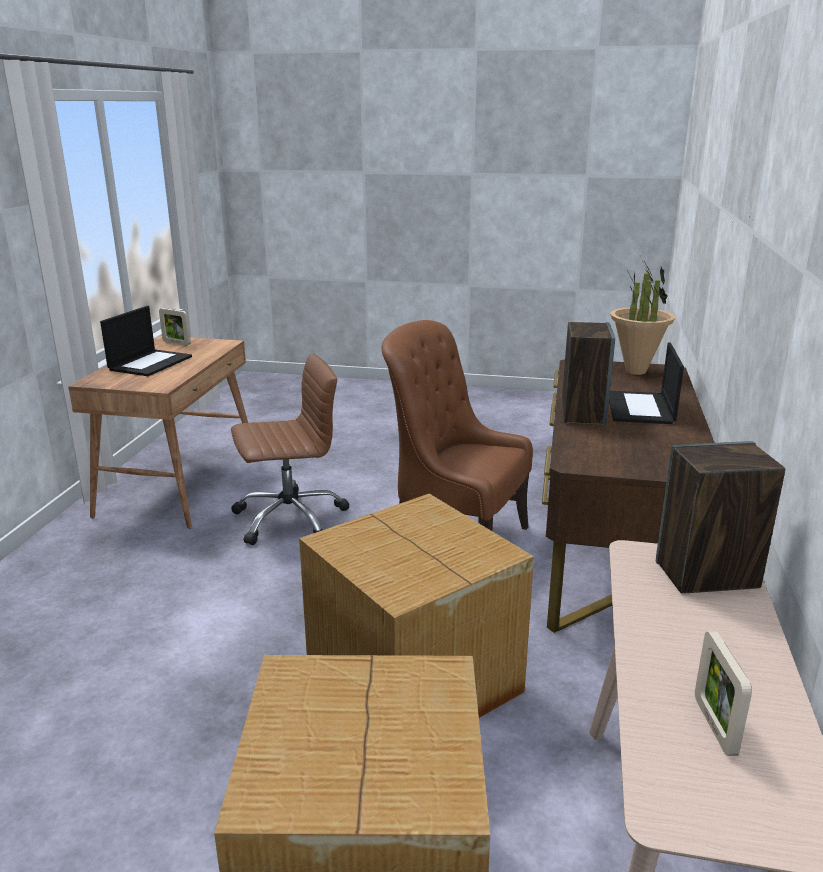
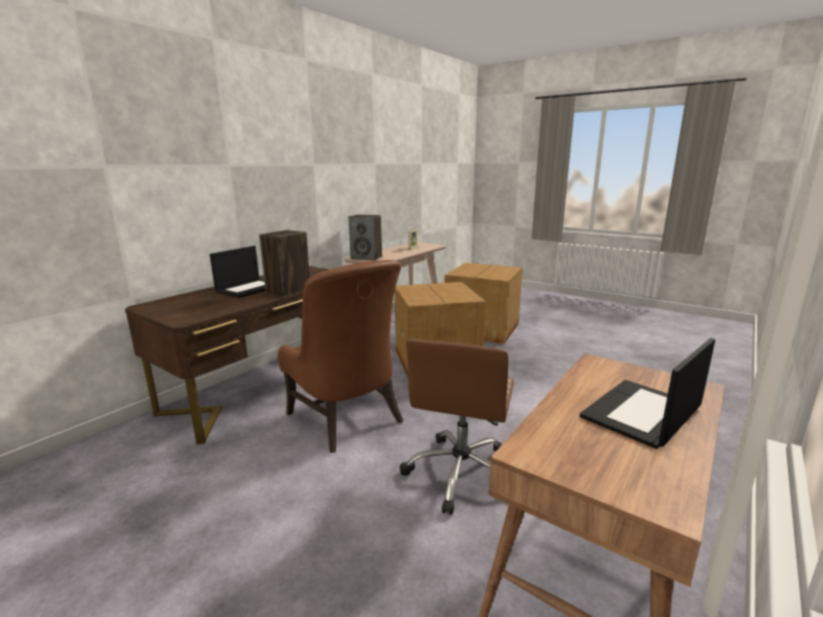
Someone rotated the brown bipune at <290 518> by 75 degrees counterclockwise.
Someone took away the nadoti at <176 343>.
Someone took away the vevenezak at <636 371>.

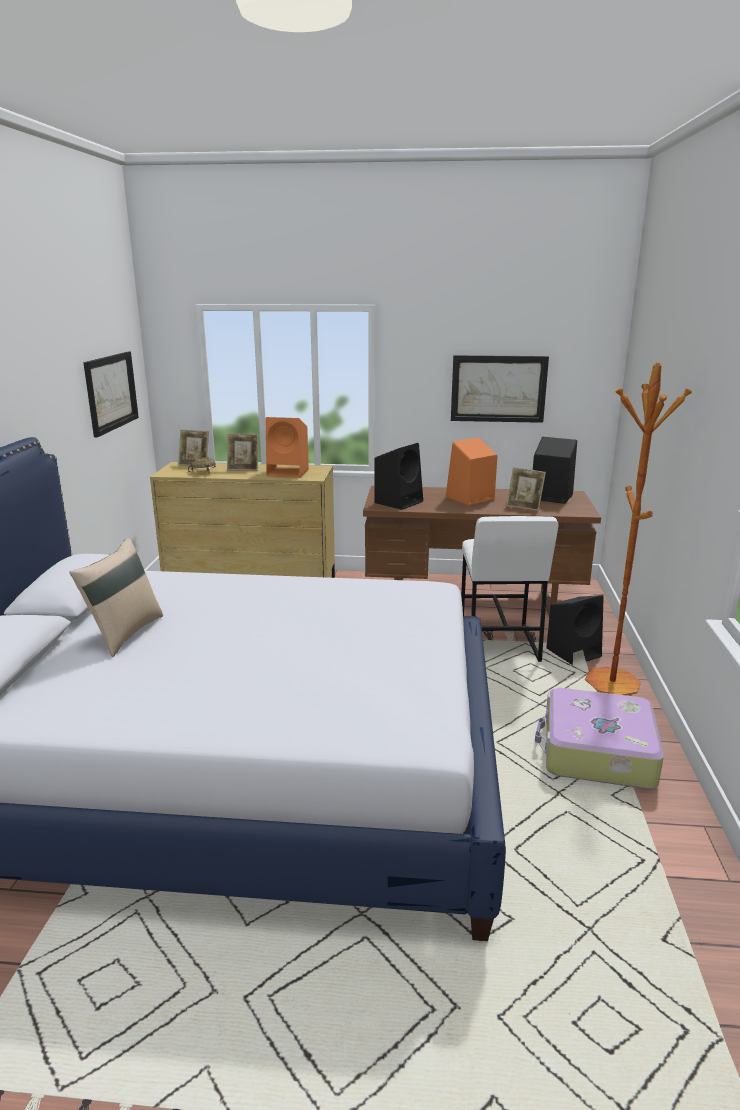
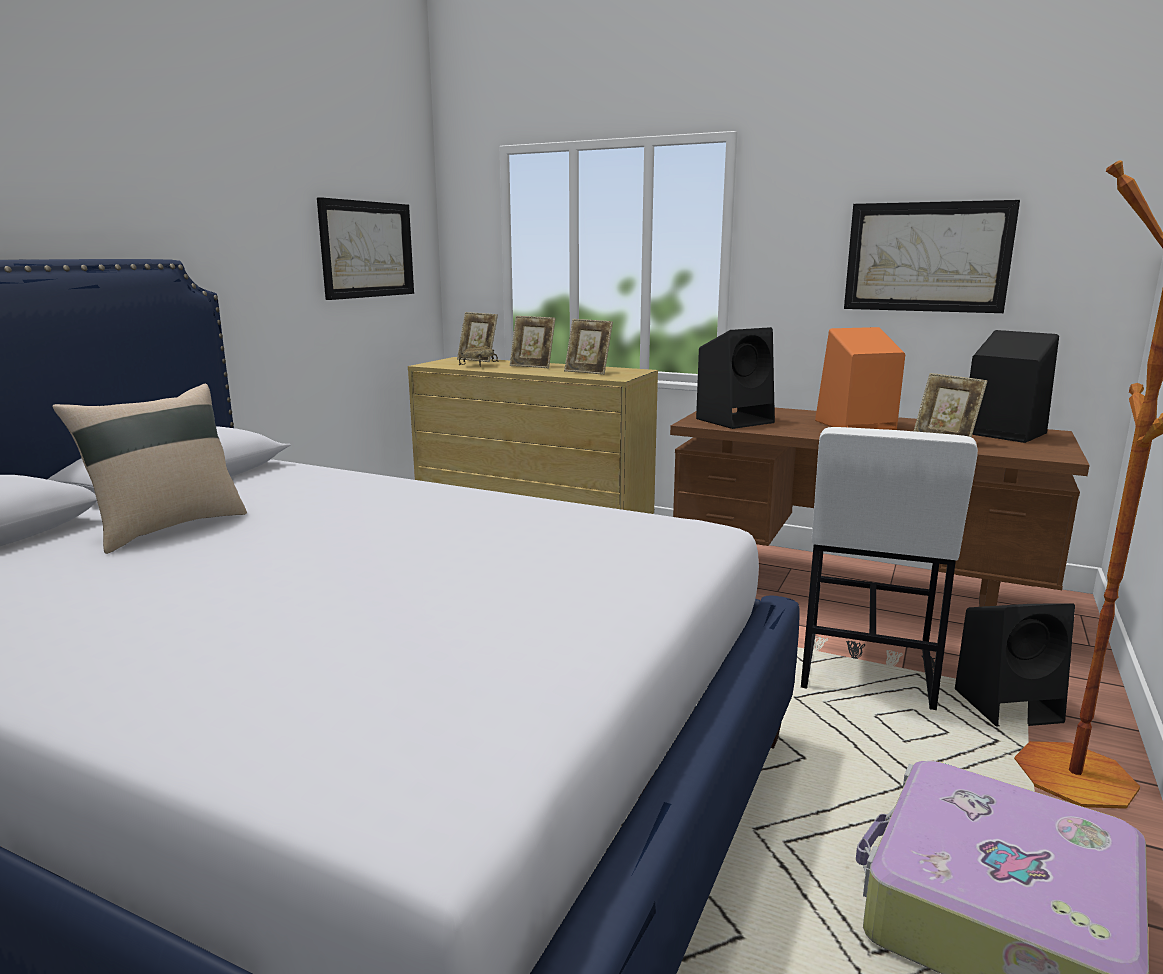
Someone swapped the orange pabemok at <289 472> for the nadoti at <588 372>.

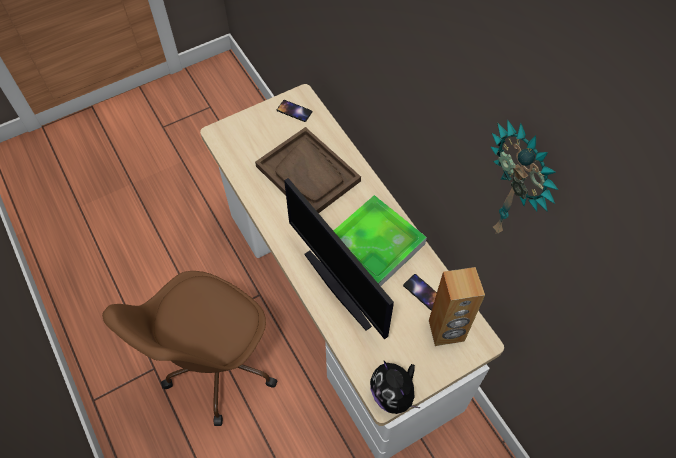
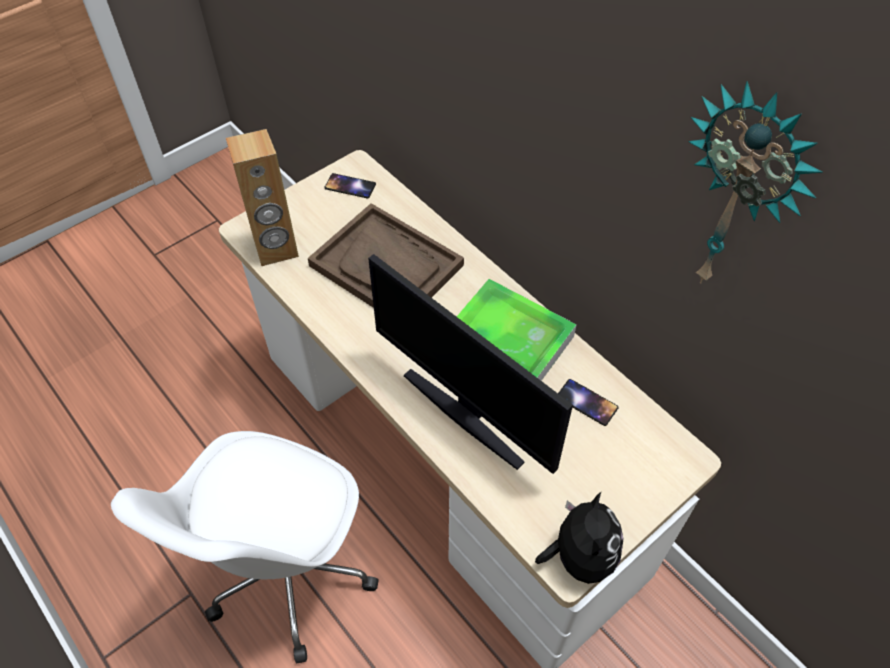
Someone repainted the brown bipune at <218 370>, which became the white bipune at <288 580>.
Someone carried the brown pabemok from <446 331> to <276 249>.
Someone rotated the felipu at <393 394> by 135 degrees counterclockwise.

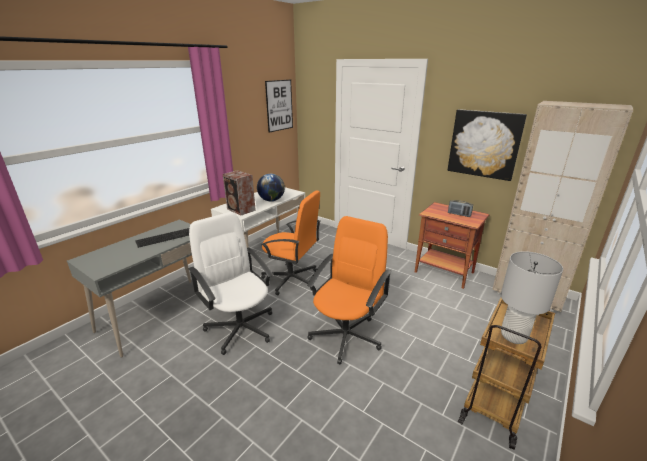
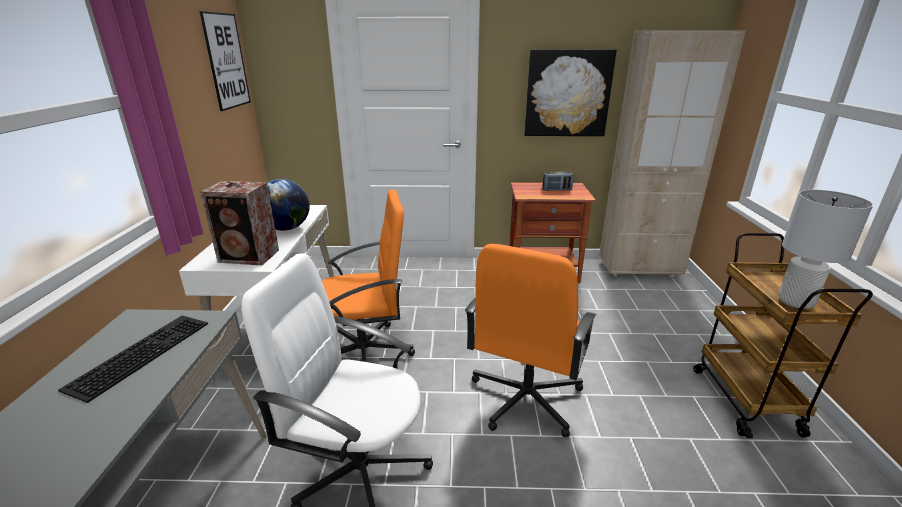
Someone rotated the orange bipune at <346 335> by 150 degrees counterclockwise.

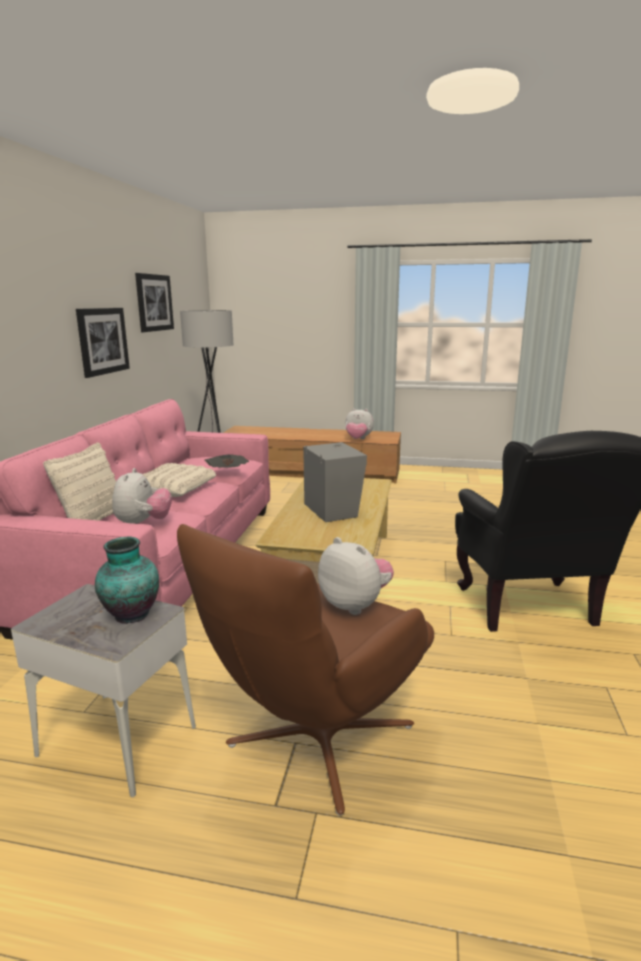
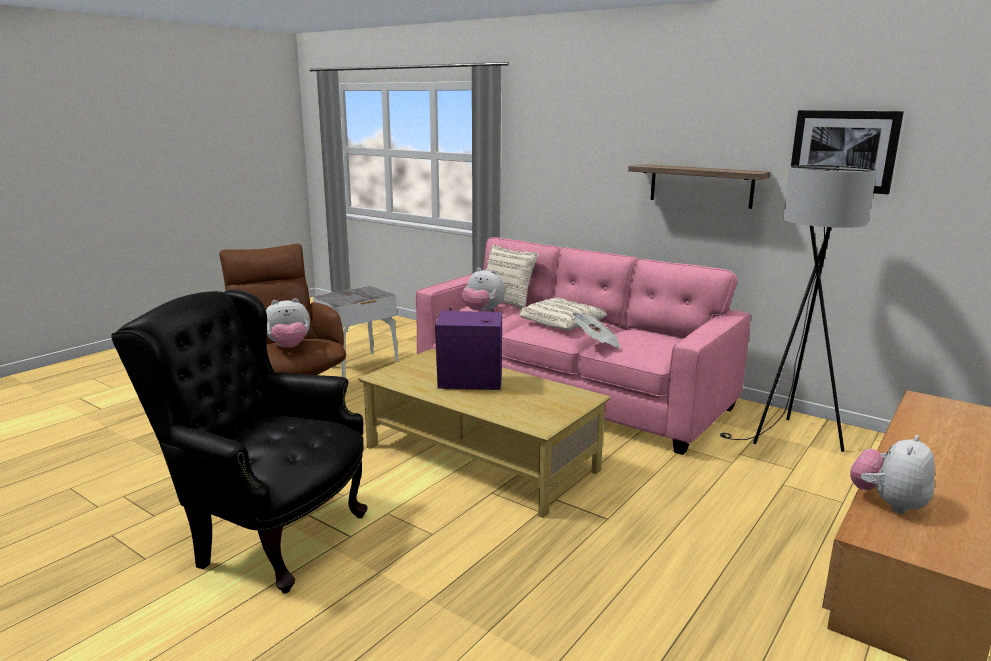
Someone repainted the grey pabemok at <332 509>, which became the purple pabemok at <471 383>.
Someone swapped the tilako at <102 341> for the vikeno at <701 185>.
Someone took away the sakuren at <130 615>.

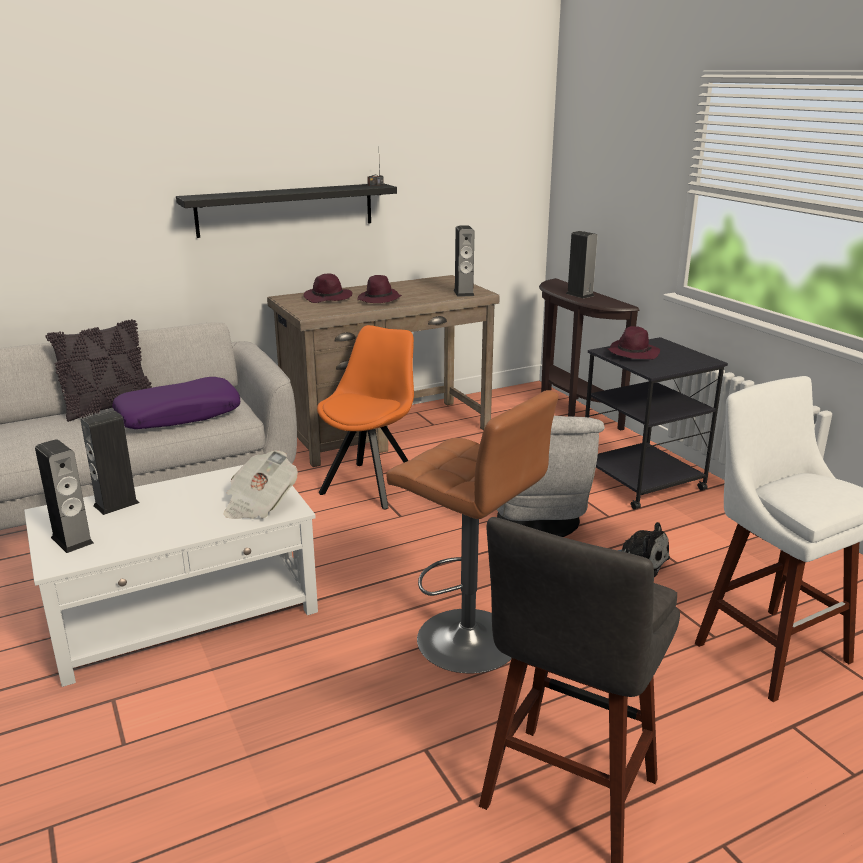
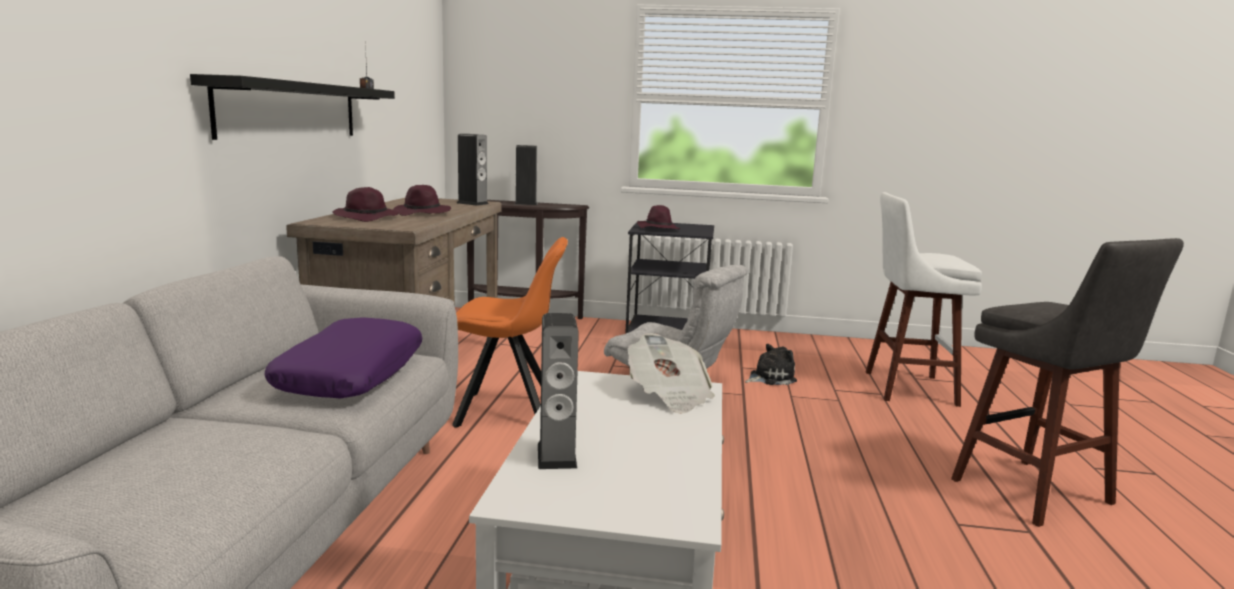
Someone rotated the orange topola at <371 485> by 120 degrees clockwise.
Someone took away the pabemok at <72 540>.
Someone took away the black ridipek at <109 408>.
Someone took away the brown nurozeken at <468 641>.

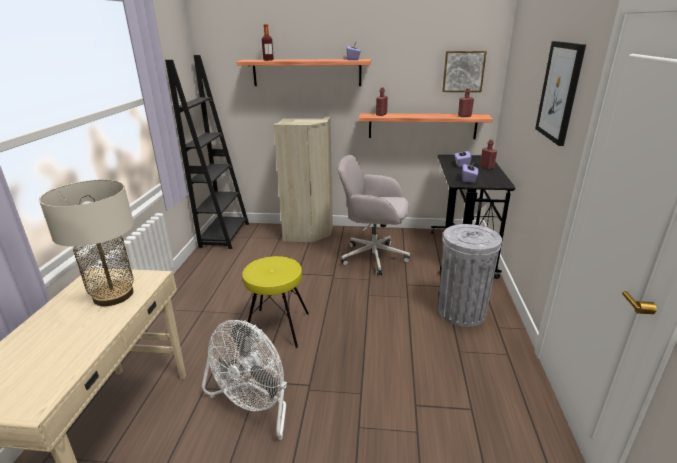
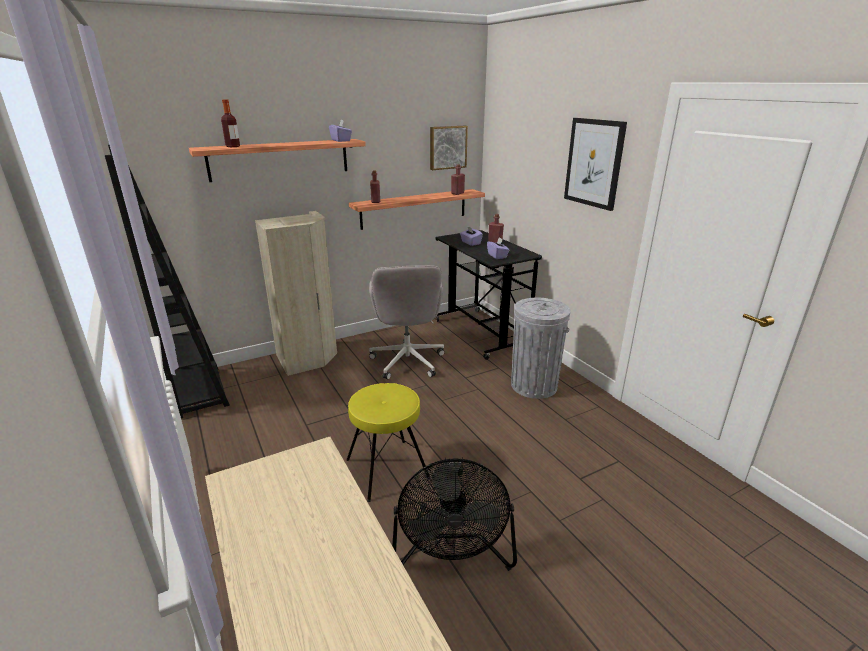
Someone rotated the grey bipune at <373 257> by 75 degrees counterclockwise.
Someone repainted the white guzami at <255 401>, which became the black guzami at <448 550>.
Someone took away the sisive at <113 295>.

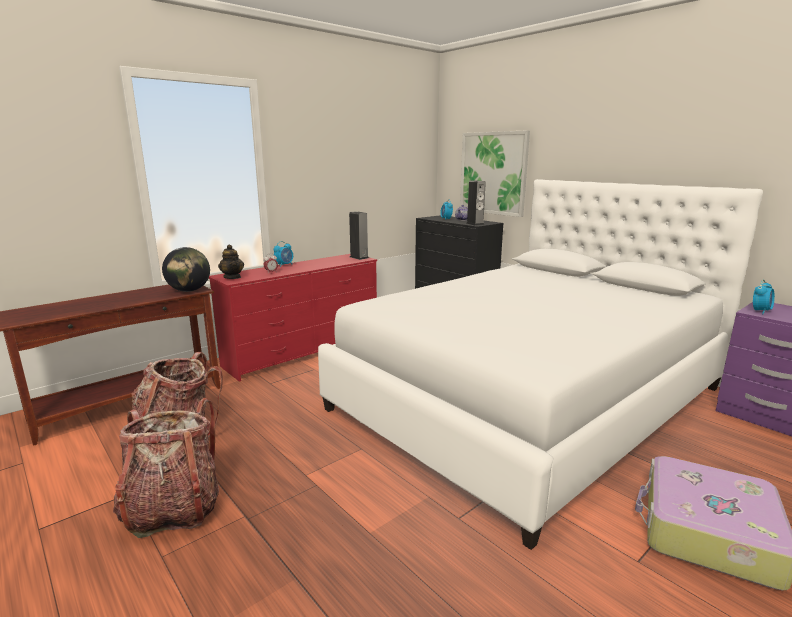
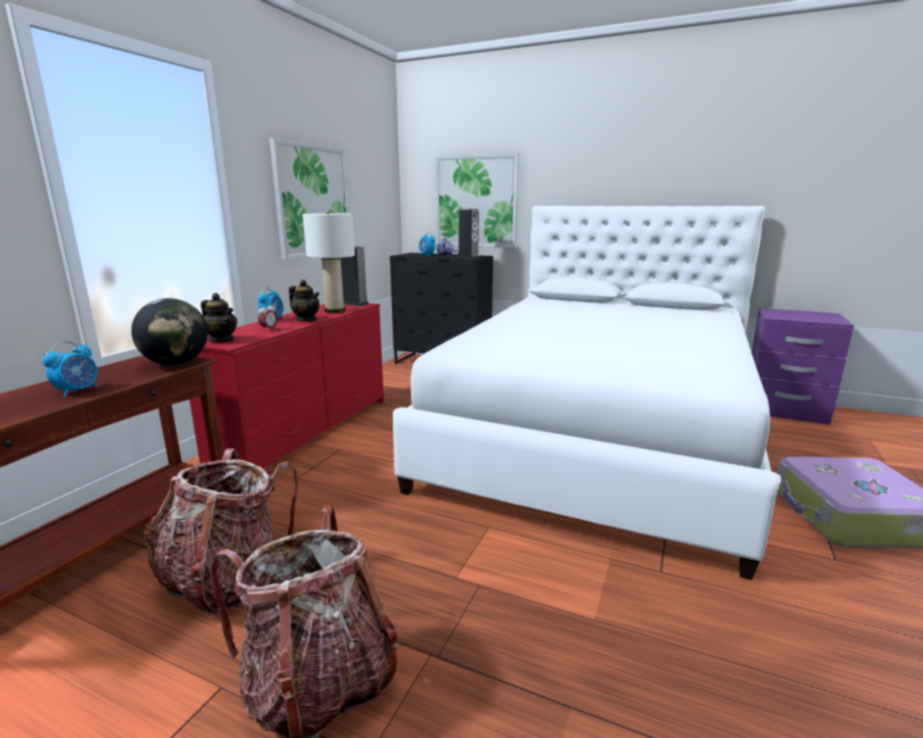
Someone carried the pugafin from <760 311> to <78 391>.
Someone put up the tilako at <313 201>.
Someone put down the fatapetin at <306 320>.
Someone put down the white sisive at <335 311>.

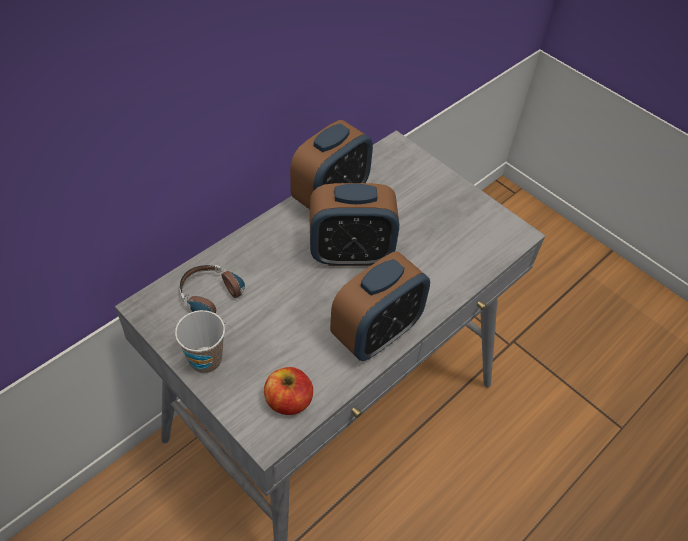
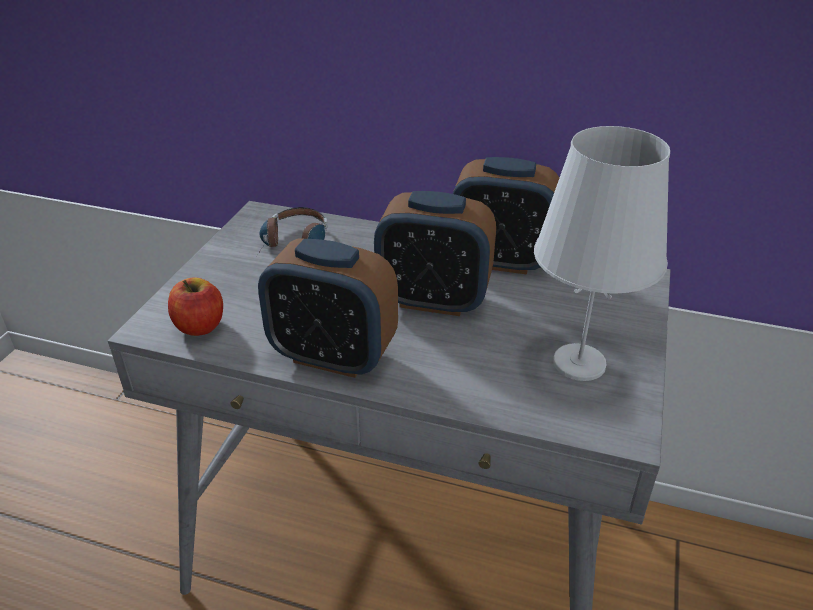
Someone rotated the pugafin at <350 254> by 45 degrees counterclockwise.
Someone put down the white sisive at <578 363>.
Someone took away the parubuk at <205 360>.

